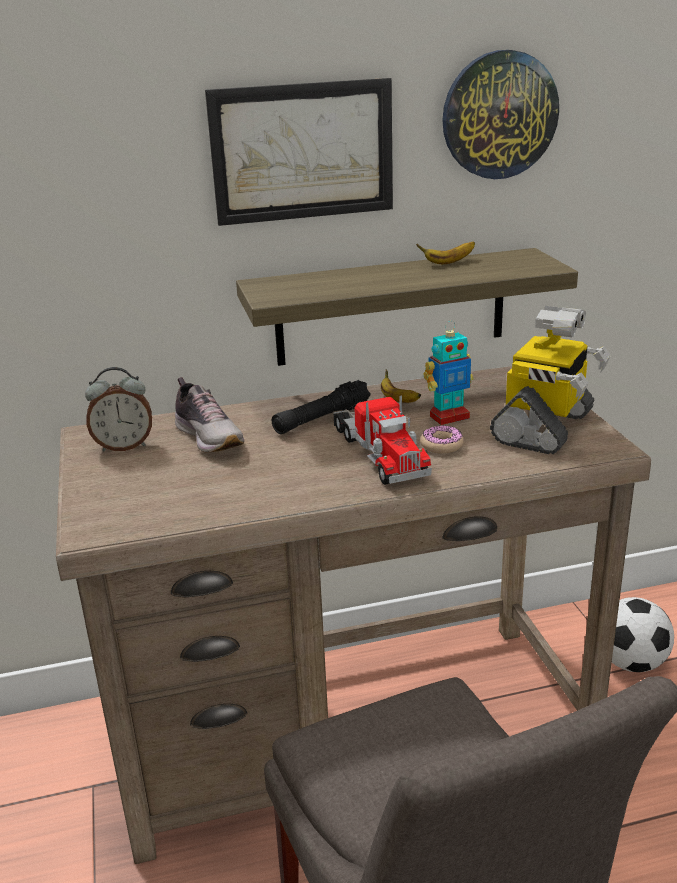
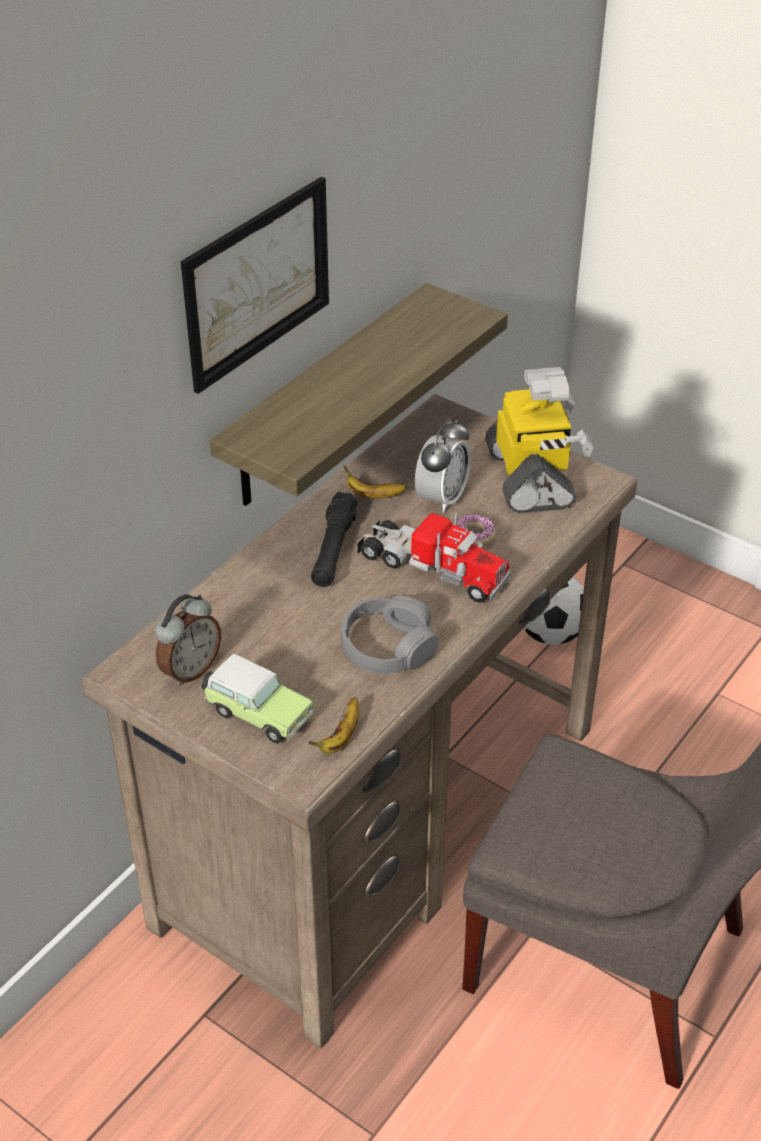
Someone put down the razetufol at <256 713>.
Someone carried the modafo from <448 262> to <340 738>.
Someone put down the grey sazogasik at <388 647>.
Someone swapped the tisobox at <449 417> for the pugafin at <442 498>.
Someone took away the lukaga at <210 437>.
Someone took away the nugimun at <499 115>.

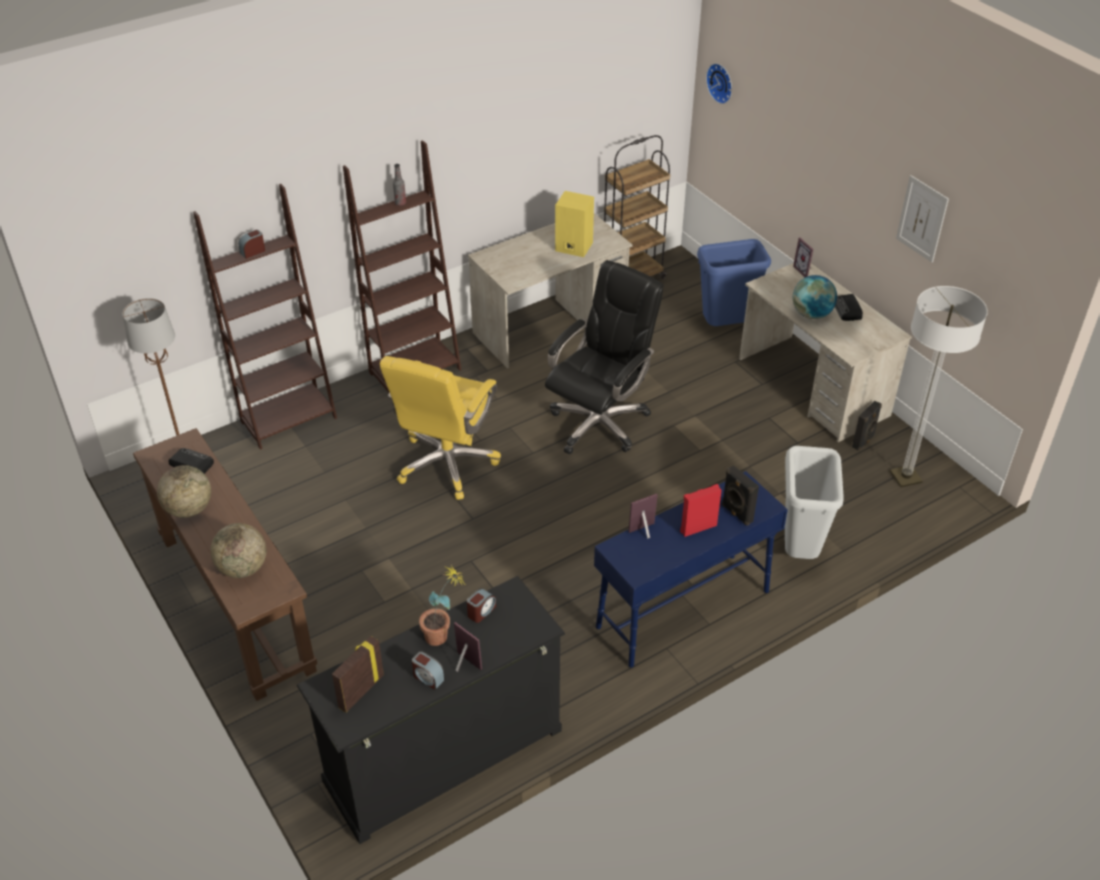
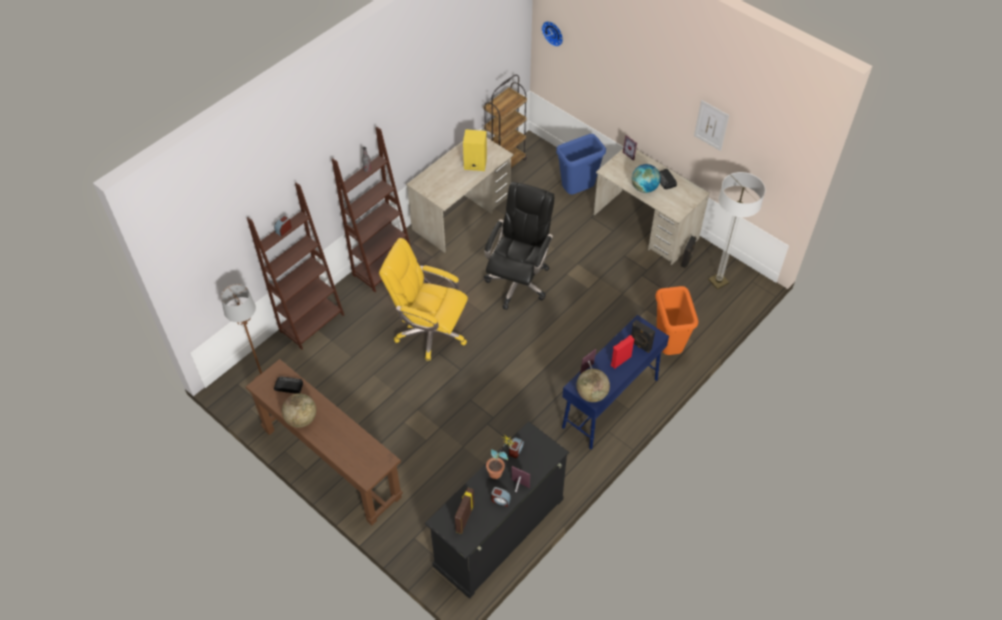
Someone rotated the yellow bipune at <447 462> by 105 degrees clockwise.
Someone carried the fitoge from <243 568> to <592 394>.
Someone repainted the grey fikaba at <800 550>, which became the orange fikaba at <668 347>.

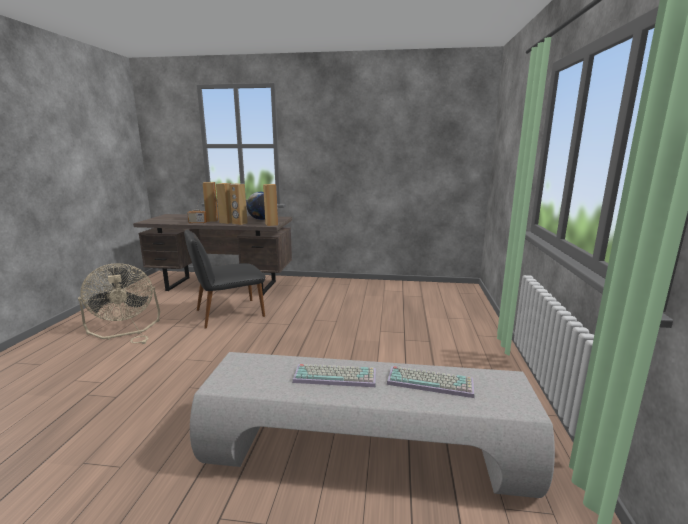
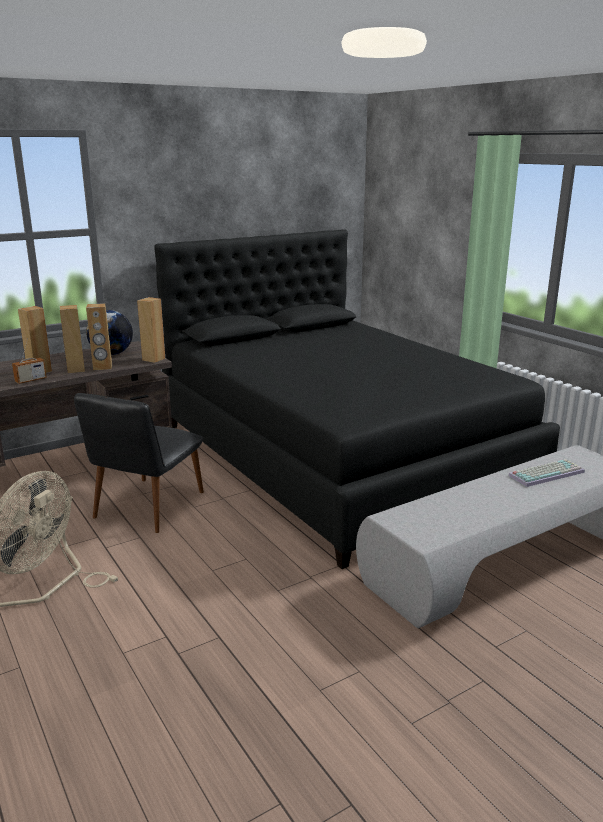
Someone put down the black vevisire at <338 455>.
Someone took away the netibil at <336 376>.

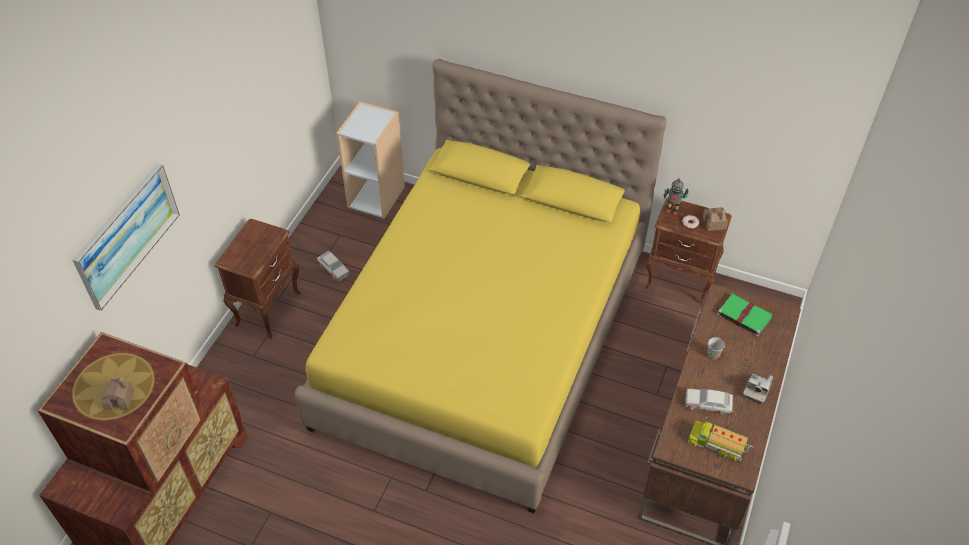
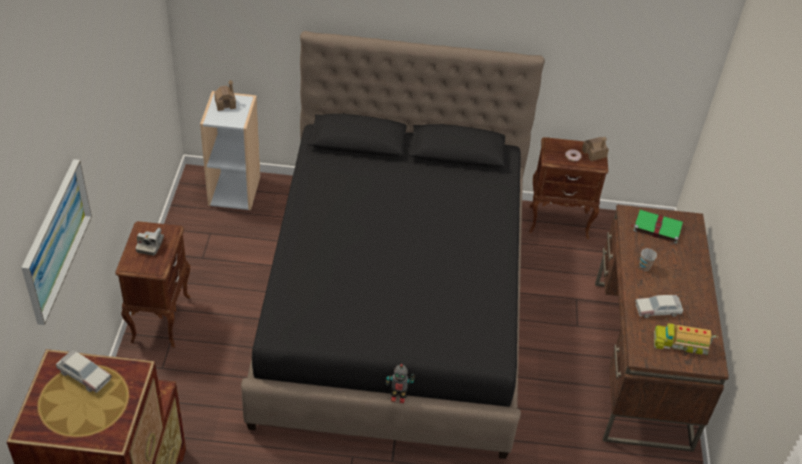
Someone carried the razetufol from <333 268> to <84 375>.
Someone carried the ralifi from <756 390> to <150 245>.
Someone carried the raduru from <119 399> to <225 104>.
Someone repainted the yellow vevisire at <485 336>, which became the black vevisire at <395 304>.
Someone carried the tisobox from <672 211> to <398 397>.

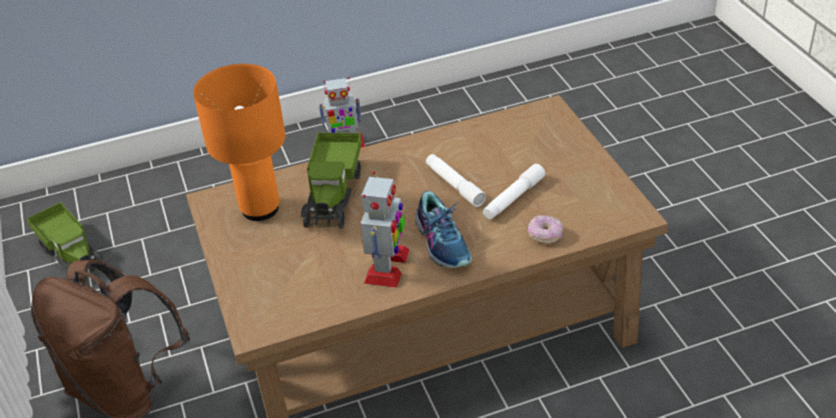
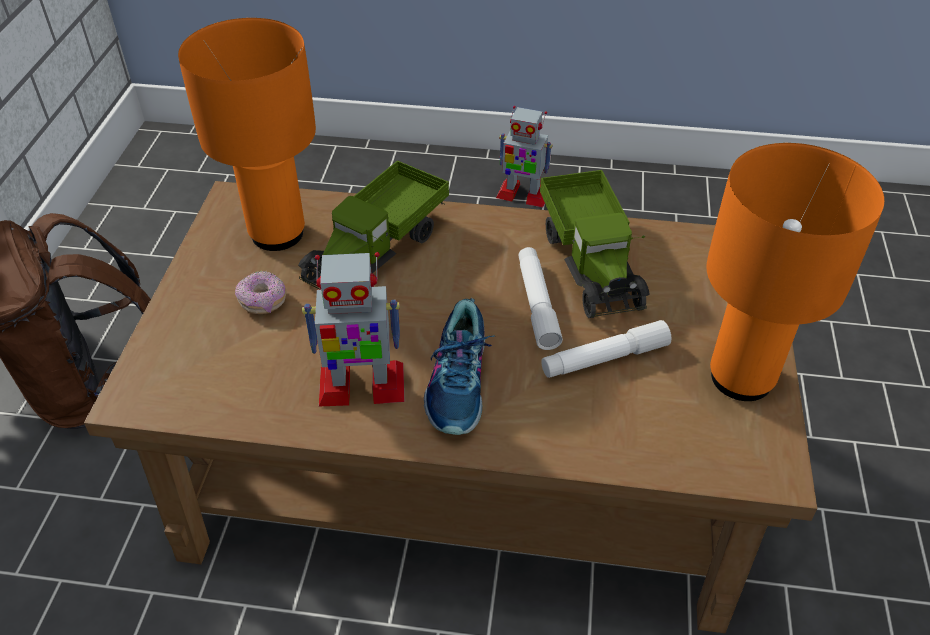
Someone carried the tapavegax from <545 235> to <263 301>.
Someone rotated the tisobox at <387 267> by 45 degrees clockwise.
Someone carried the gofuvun from <72 253> to <591 261>.
Someone put down the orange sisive at <743 378>.

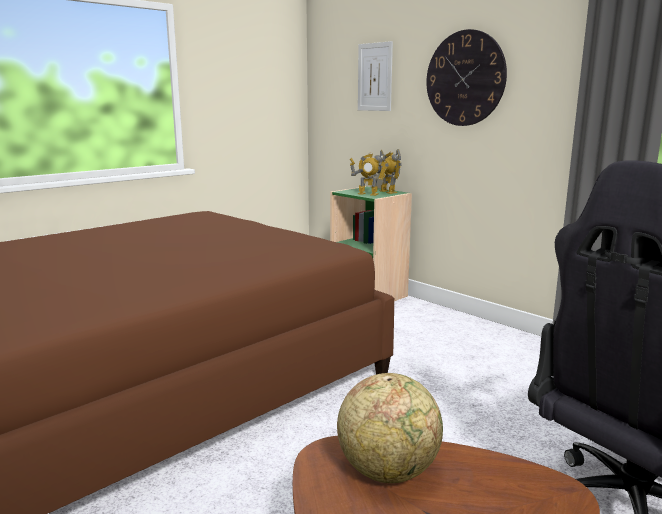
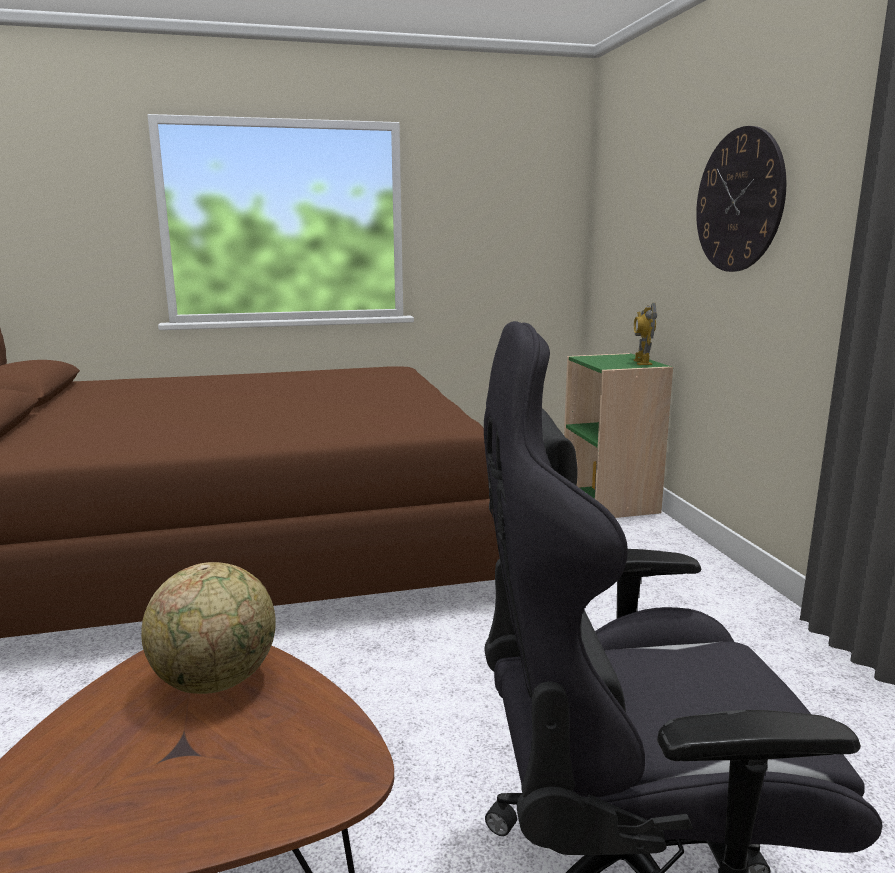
Someone took away the tisobox at <368 194>.
Someone took away the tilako at <375 77>.

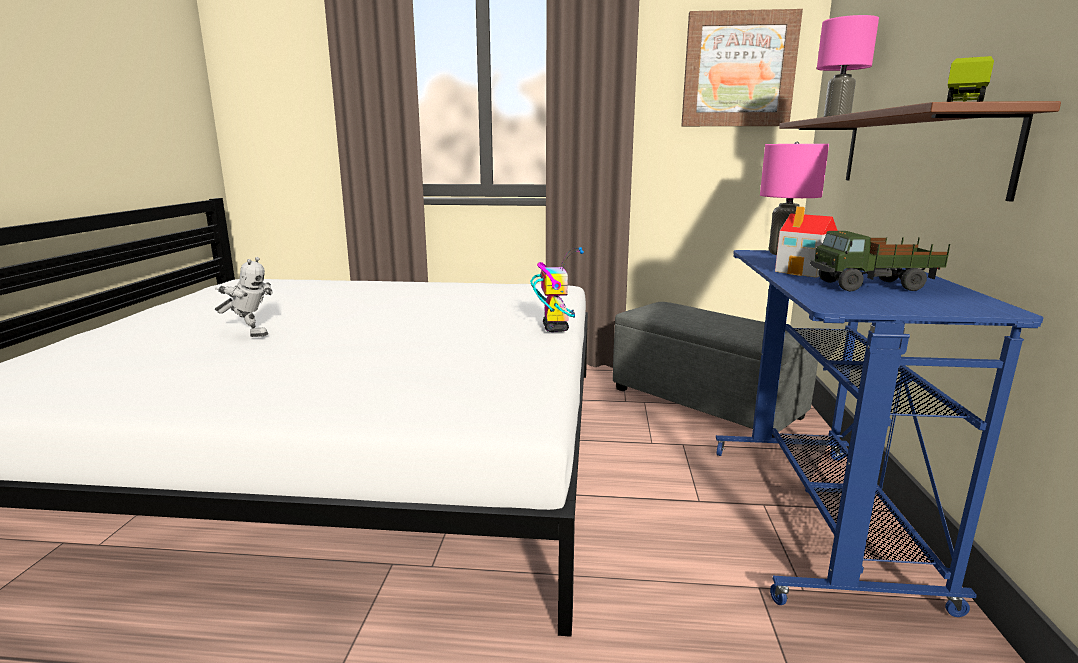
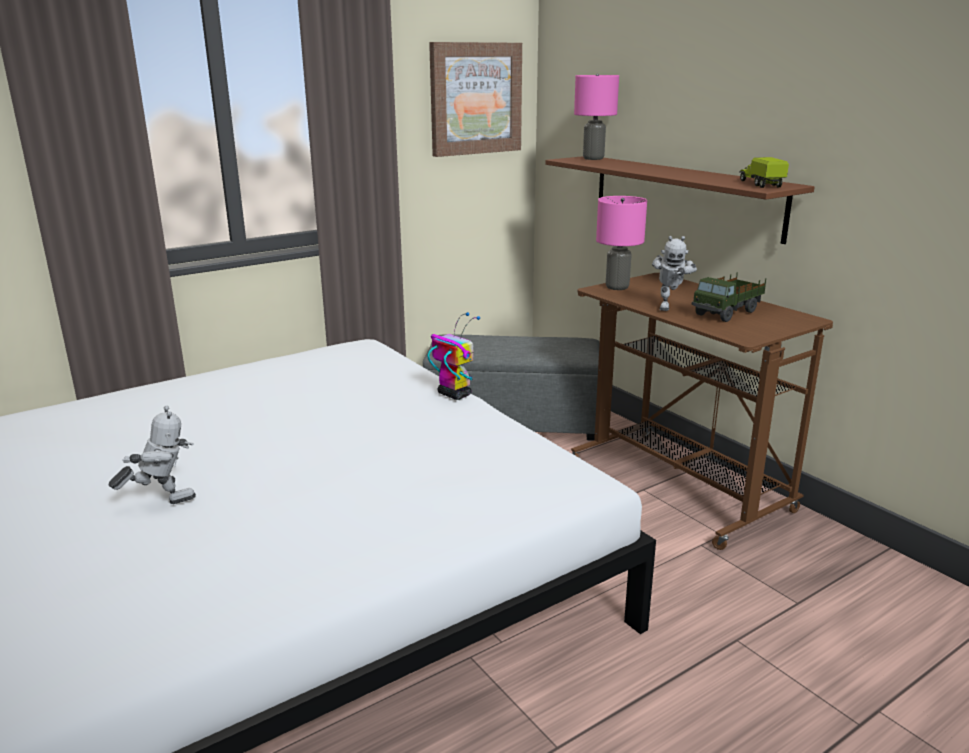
Someone repainted the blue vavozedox at <815 518>, which became the brown vavozedox at <679 486>.
Someone swapped the raduru at <804 271> for the tisobox at <668 306>.

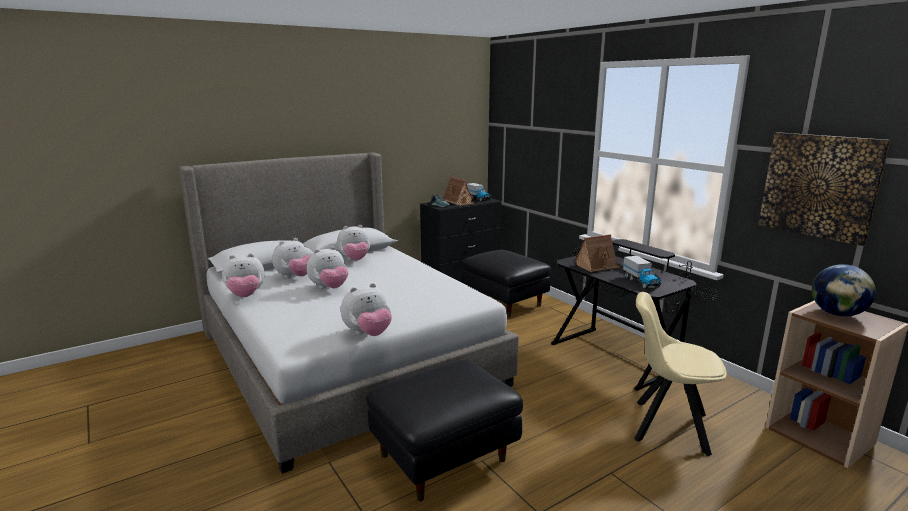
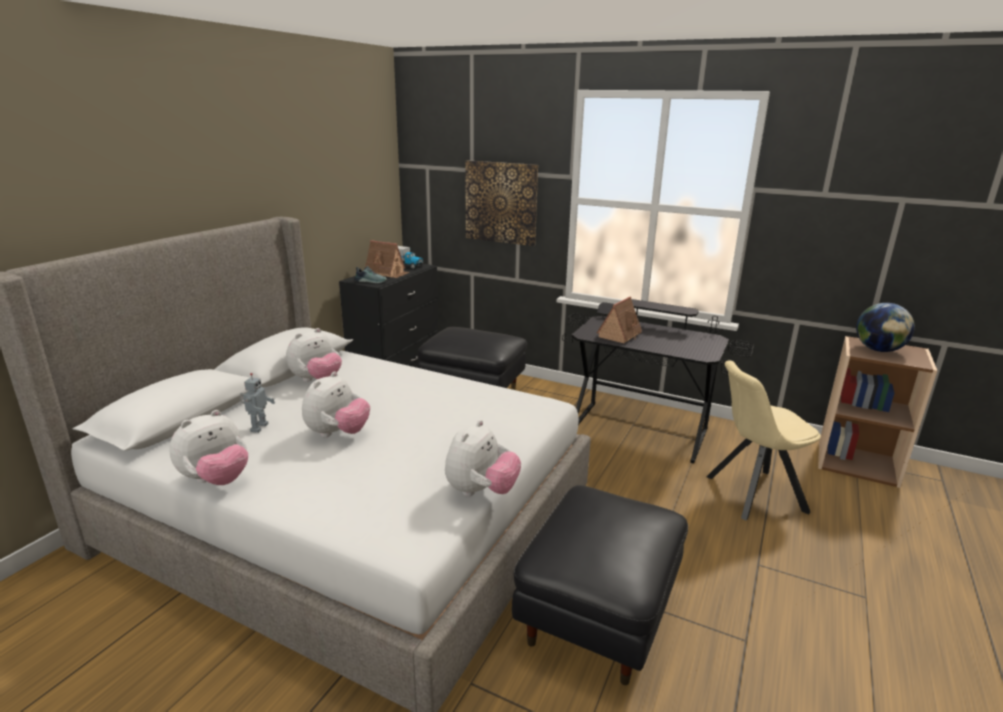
Someone swapped the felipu at <295 277> for the tisobox at <258 427>.
Someone carried the tilako from <819 186> to <501 202>.
Someone took away the gofuvun at <641 282>.

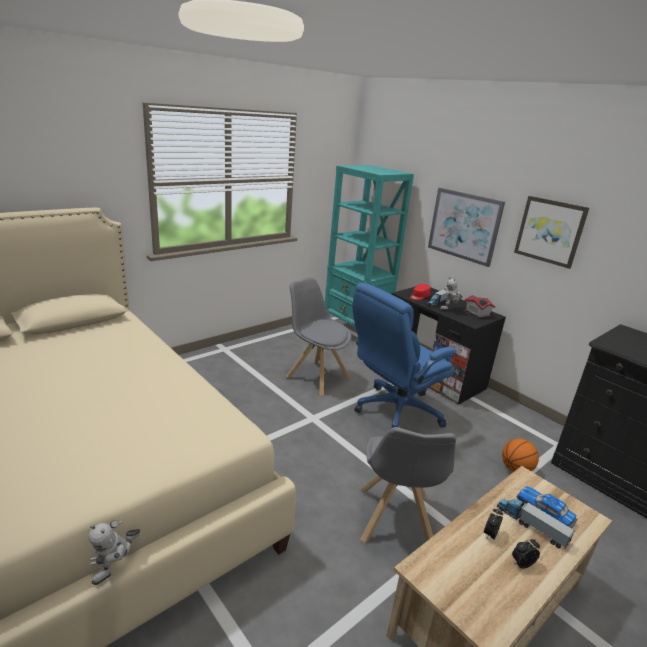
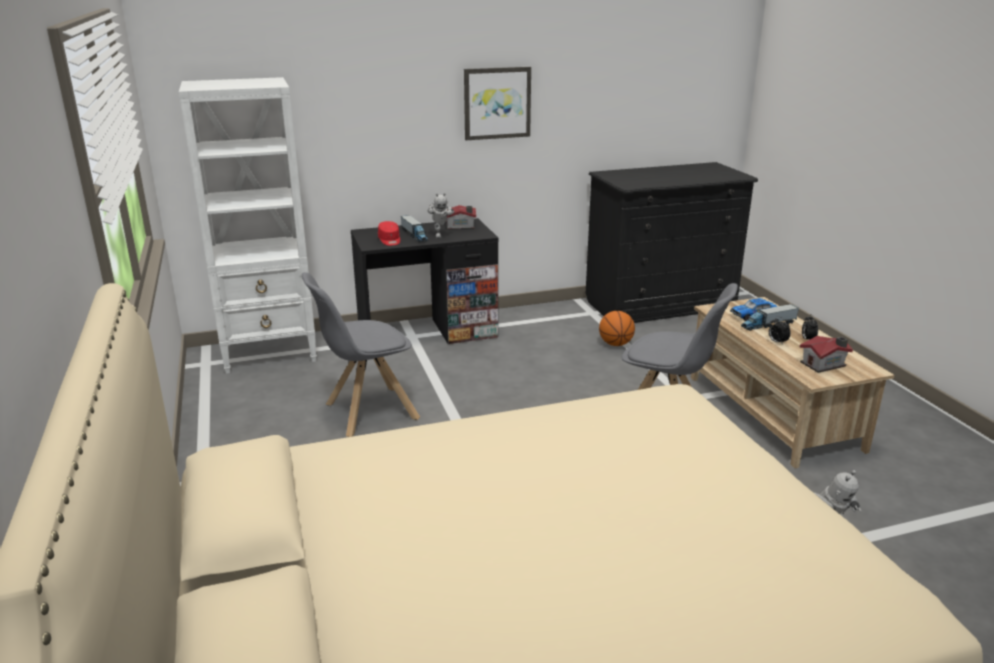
Someone repainted the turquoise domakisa at <355 332>, which became the white domakisa at <271 353>.
Someone put down the raduru at <824 364>.
Someone took away the blue bipune at <393 412>.
Someone took away the tilako at <464 226>.

